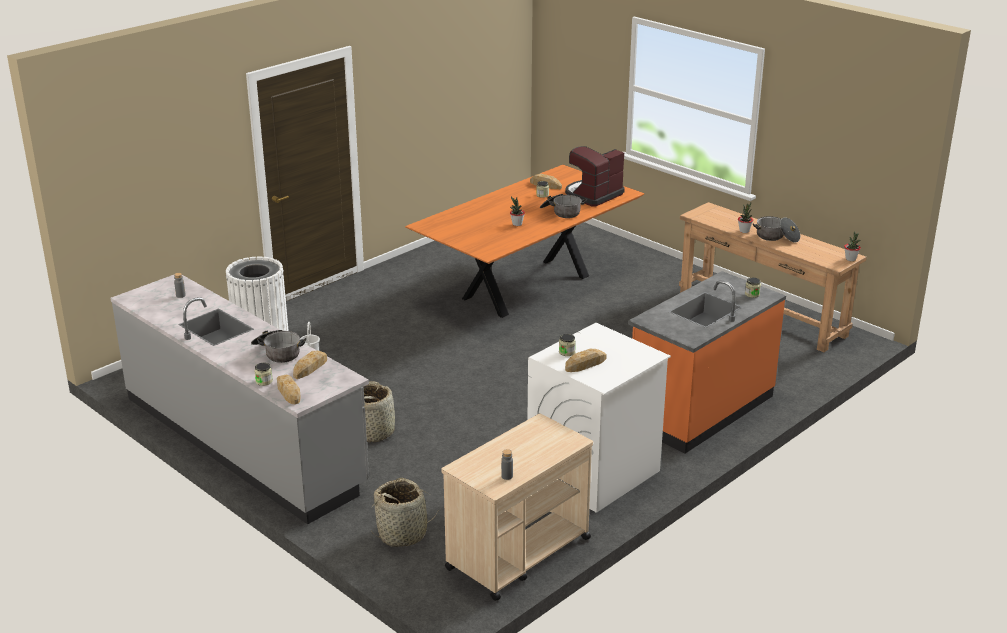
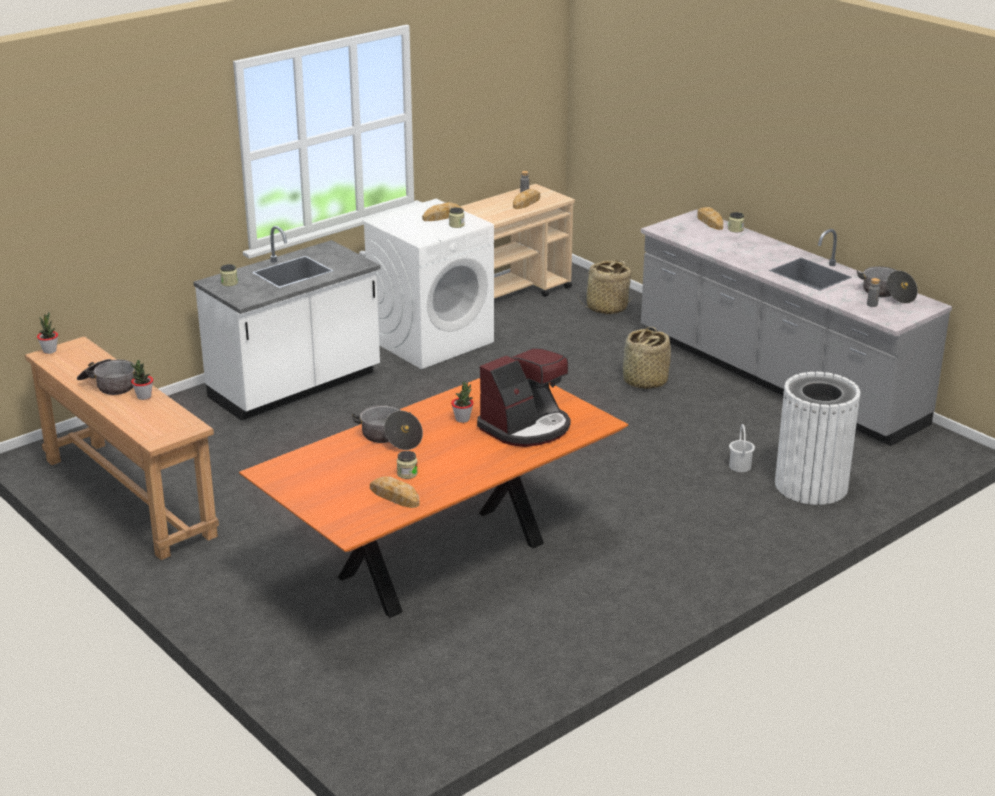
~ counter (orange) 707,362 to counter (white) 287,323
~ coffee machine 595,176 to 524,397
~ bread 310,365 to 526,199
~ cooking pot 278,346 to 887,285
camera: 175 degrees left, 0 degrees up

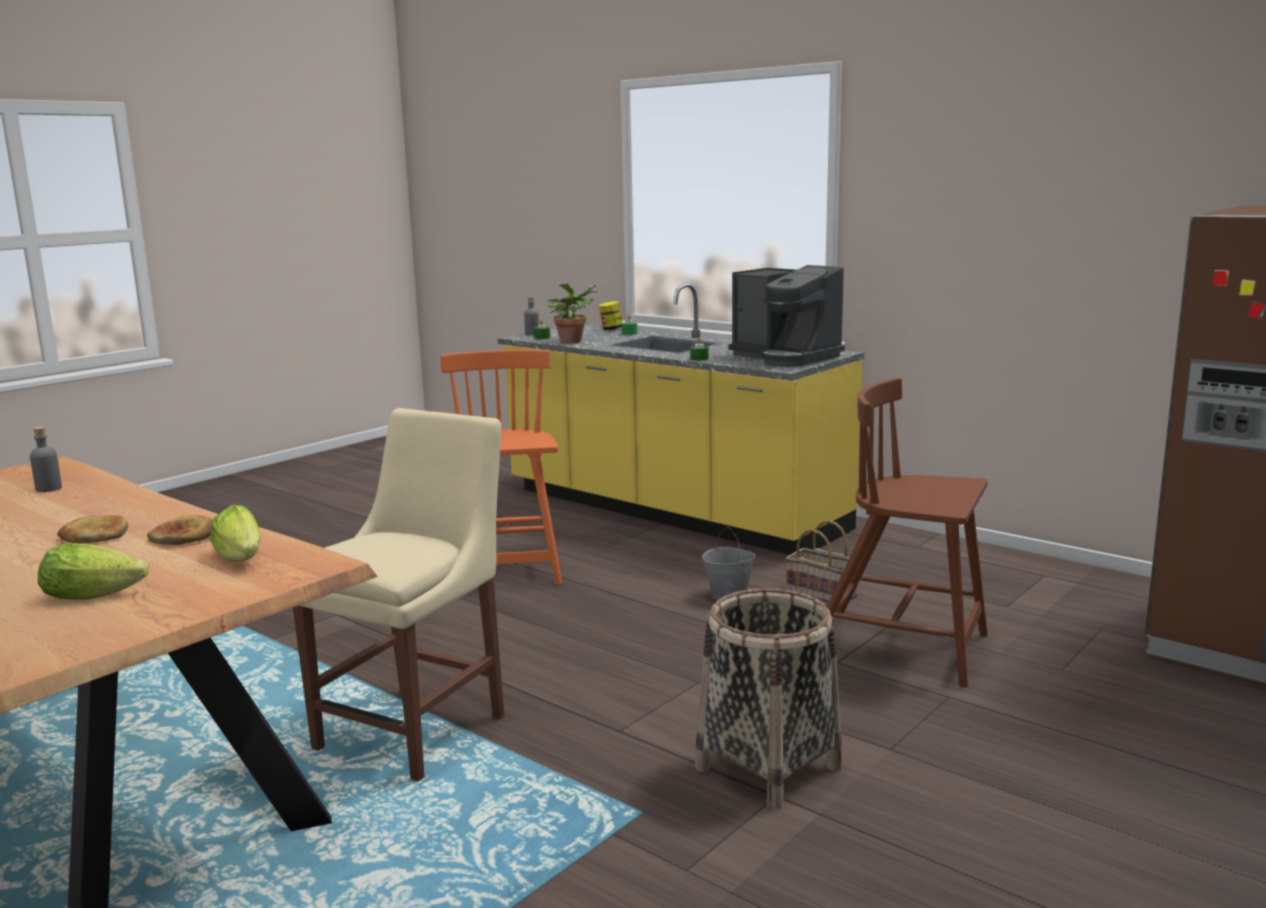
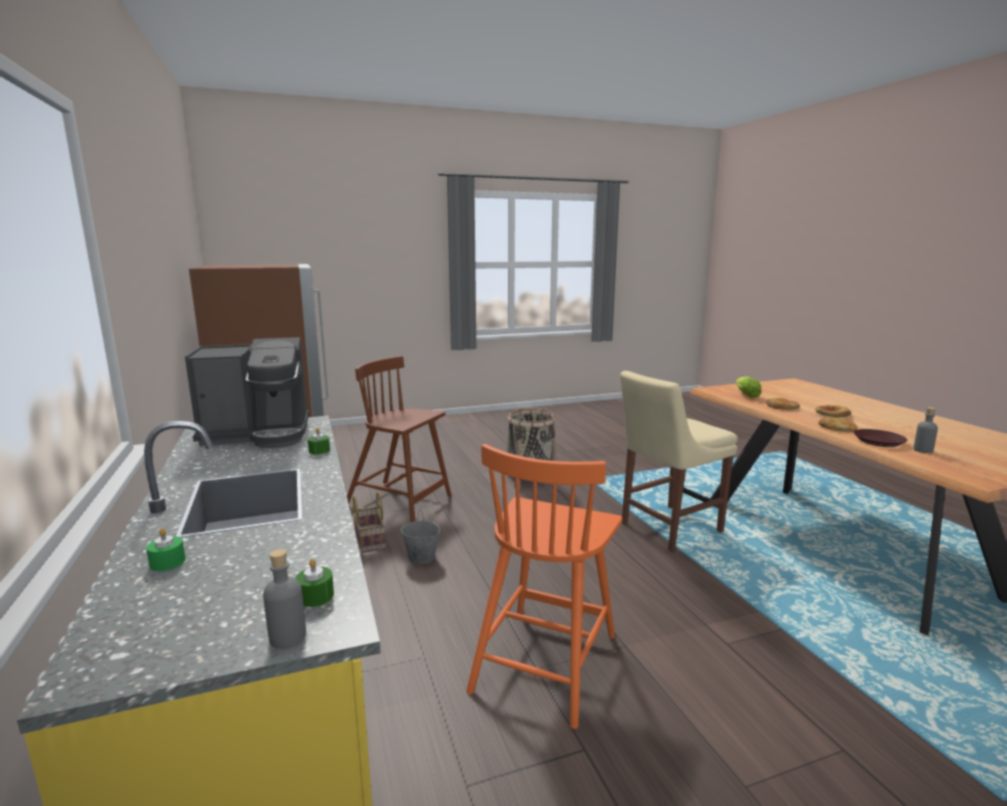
~ coffee machine 787,316 = 247,392 90 degrees clockwise
~ chair (brown) 907,532 = 399,439 150 degrees clockwise
+ bread 837,424
+ plate (brown) 880,438
- lettuce 93,571
- potted plant 573,313
- jar 611,315
camera: 150 degrees left, 0 degrees up

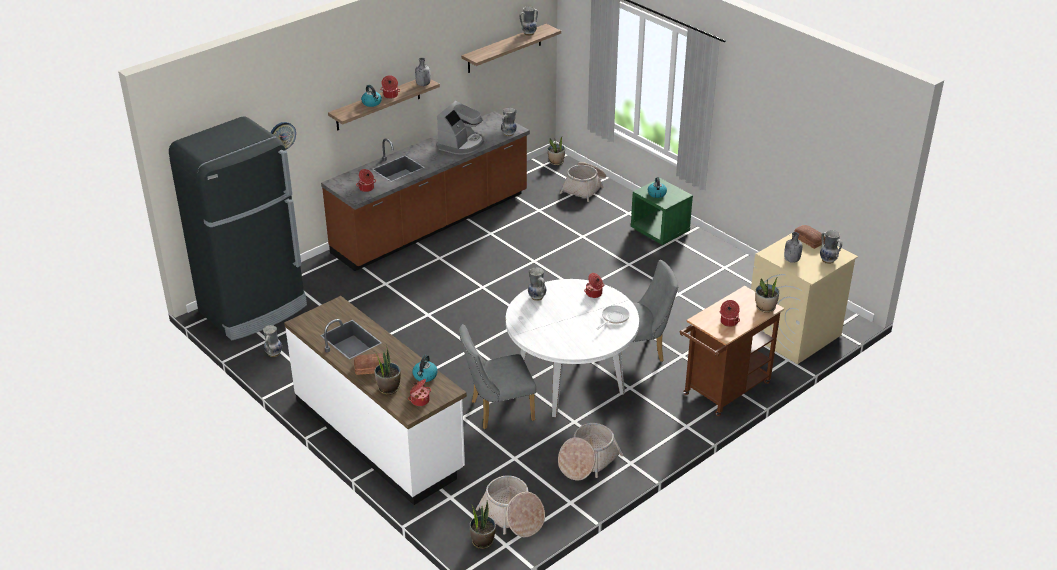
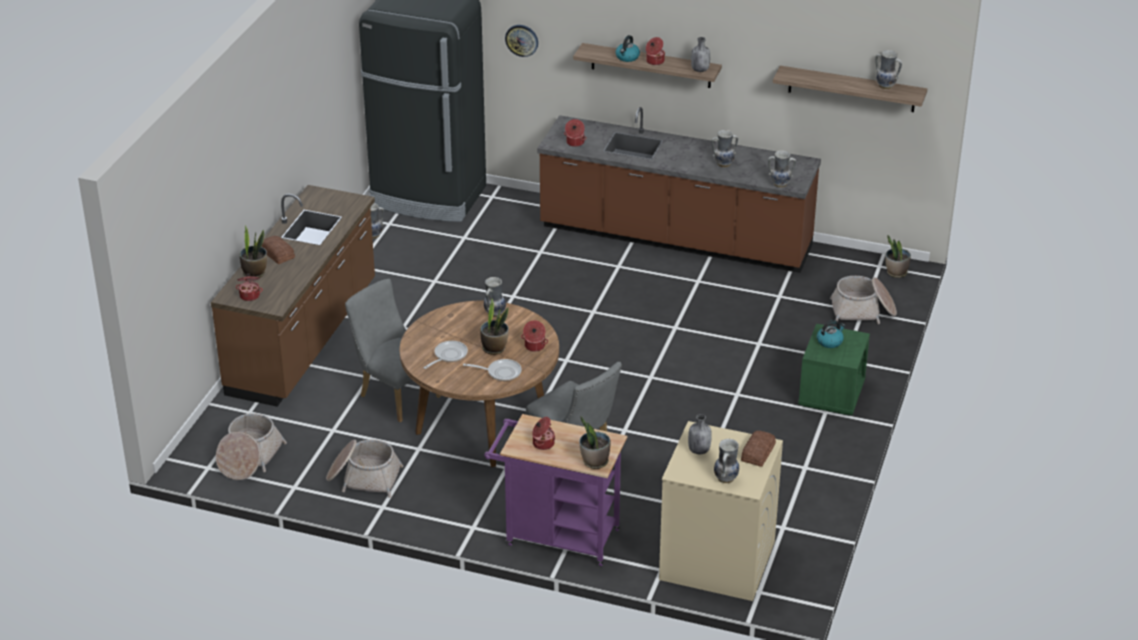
~ counter (white) 375,400 to counter (brown) 293,296
~ dining table (white) 572,348 to dining table (brown) 479,383
+ frying pan 446,355
~ potted plant 483,525 to 494,327
~ cart (brown) 732,351 to cart (purple) 555,490
~ coffee machine 460,128 to vase 724,148
- kettle 425,368
camera: 60 degrees right, 0 degrees up

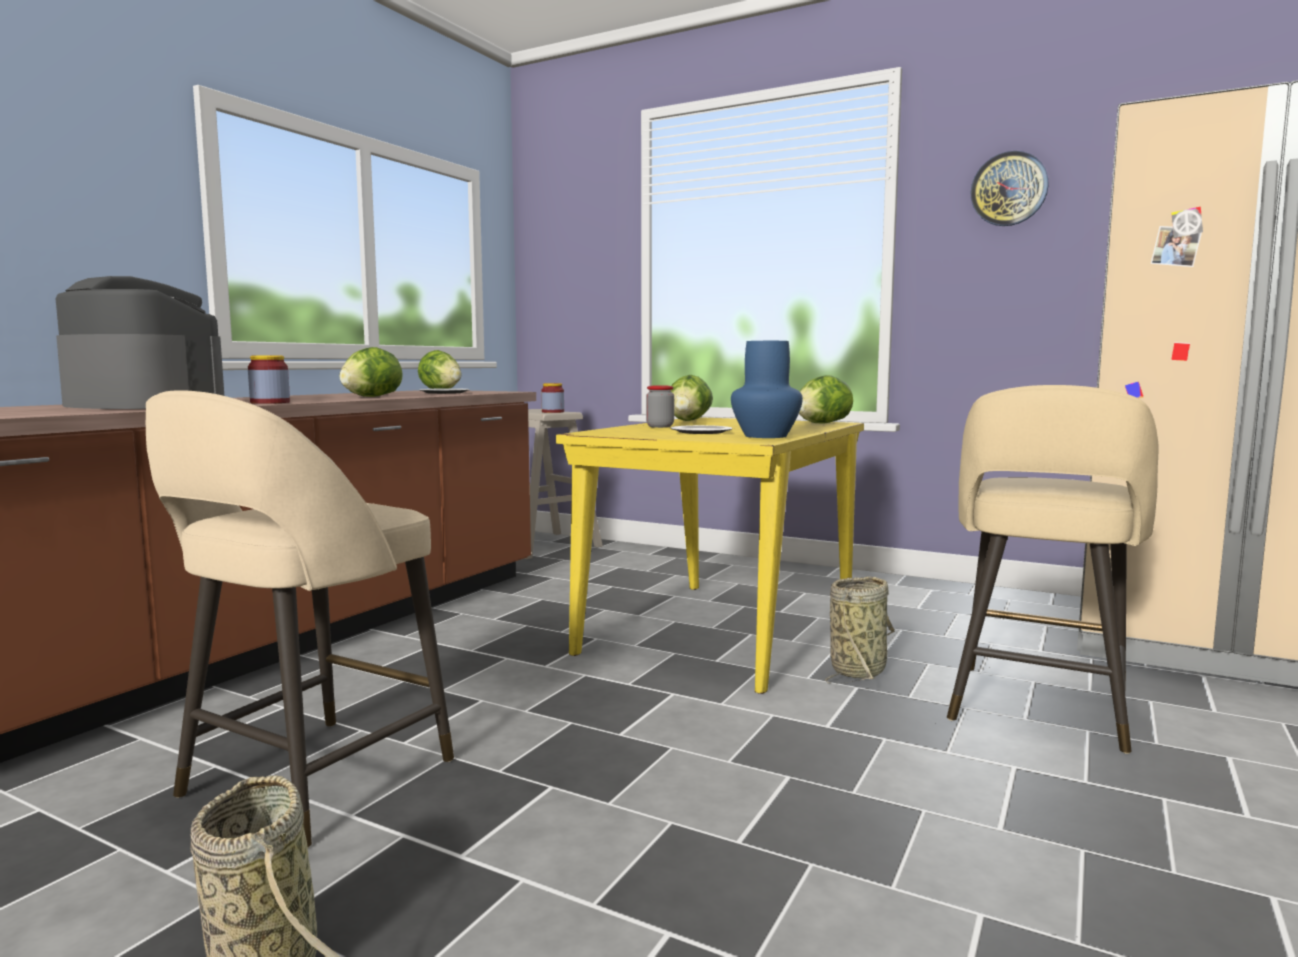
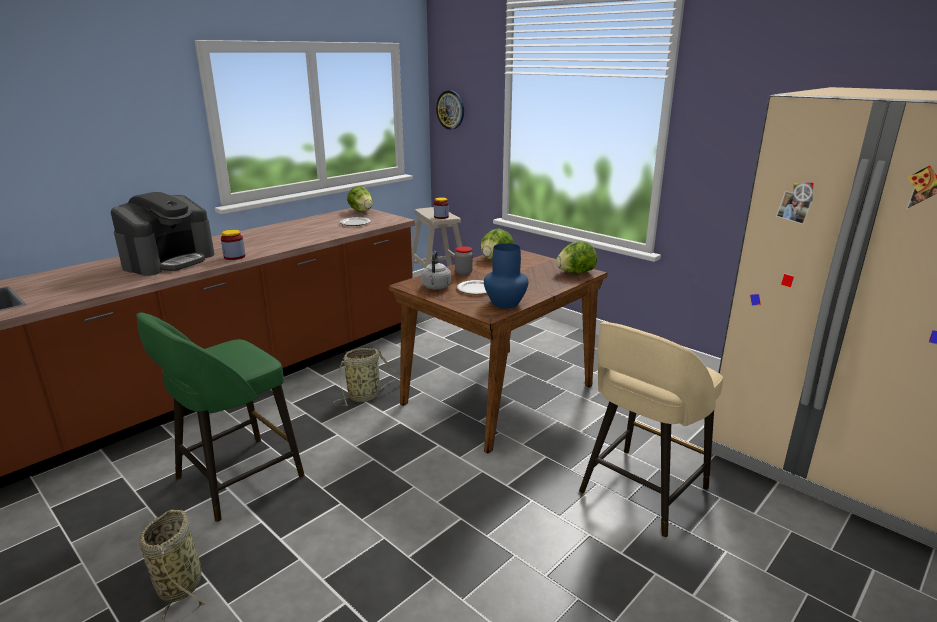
~ coffee machine 140,342 = 163,234 75 degrees clockwise
~ stool (beige) 300,619 to stool (green) 220,417
~ basket 860,630 to 366,377
~ dining table (yellow) 710,555 to dining table (brown) 497,351
+ kettle (grey) 436,270
~ wall clock 1010,188 to 450,110
- lettuce 371,372
camera: 15 degrees right, 15 degrees up

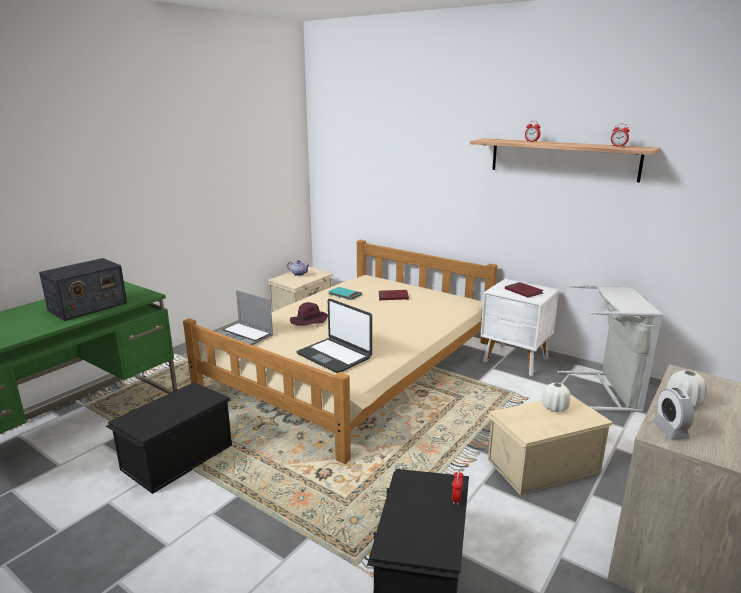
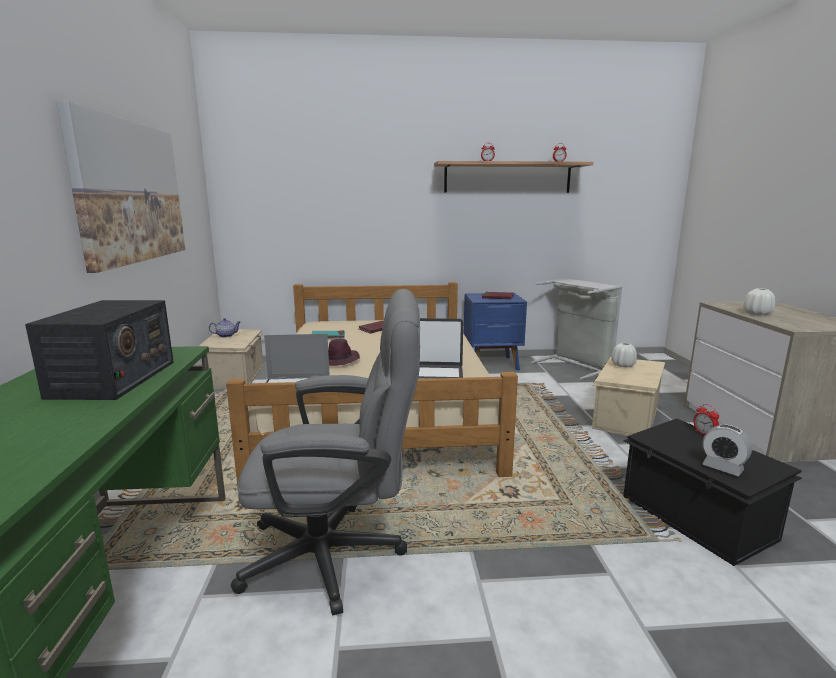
+ picture 120,187
~ storage box (black) 169,438 to office chair (grey) 325,452
~ nightstand (white) 520,327 to nightstand (blue) 495,332
~ alarm clock 673,414 to 727,450
camera: 40 degrees left, 5 degrees down

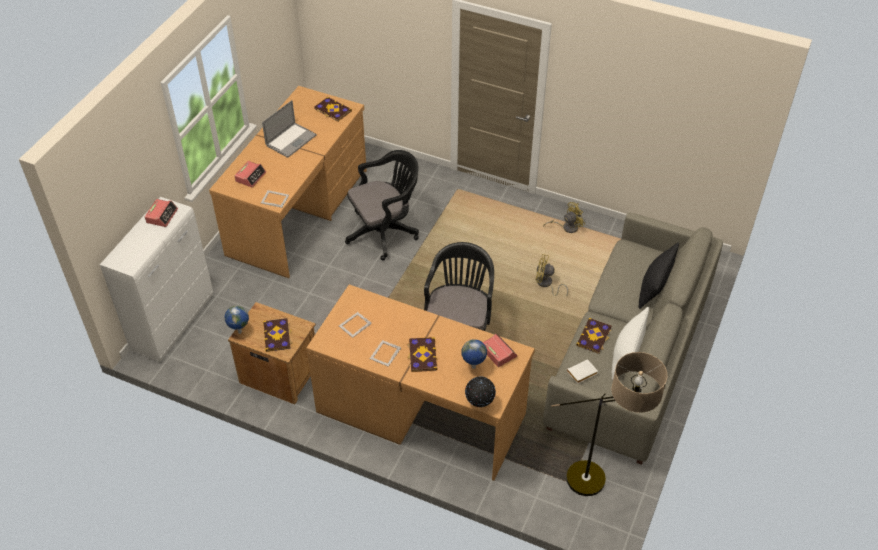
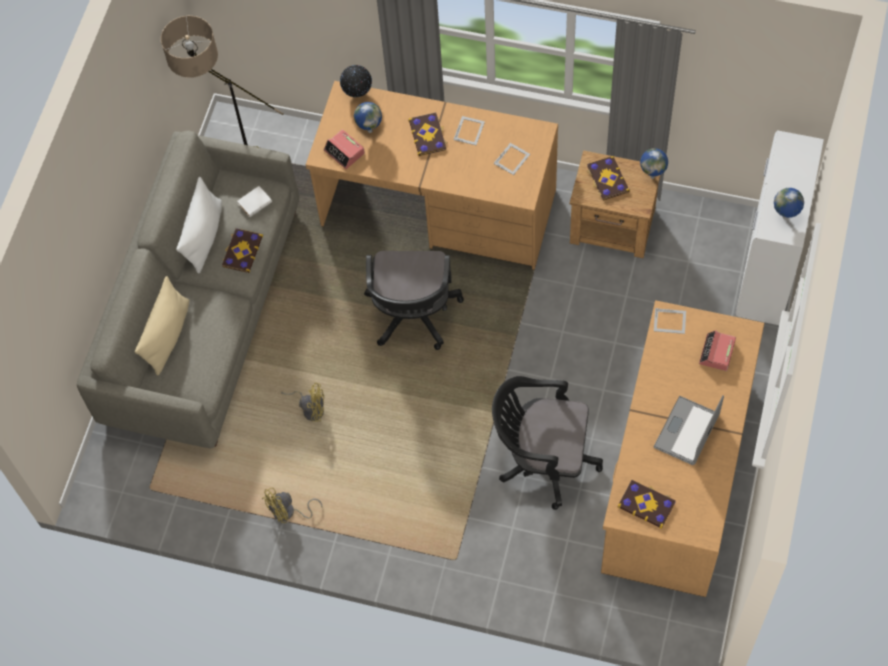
~ pillow (black) 658,275 to pillow (beige) 162,325
~ office chair (black) 382,205 = 547,443 45 degrees clockwise
~ alarm clock 161,213 to globe 789,203
camera: 175 degrees right, 15 degrees up

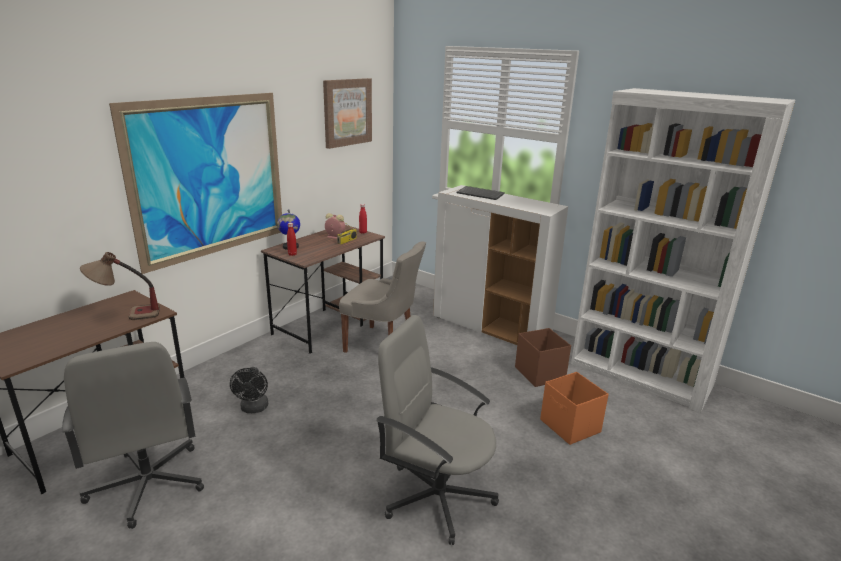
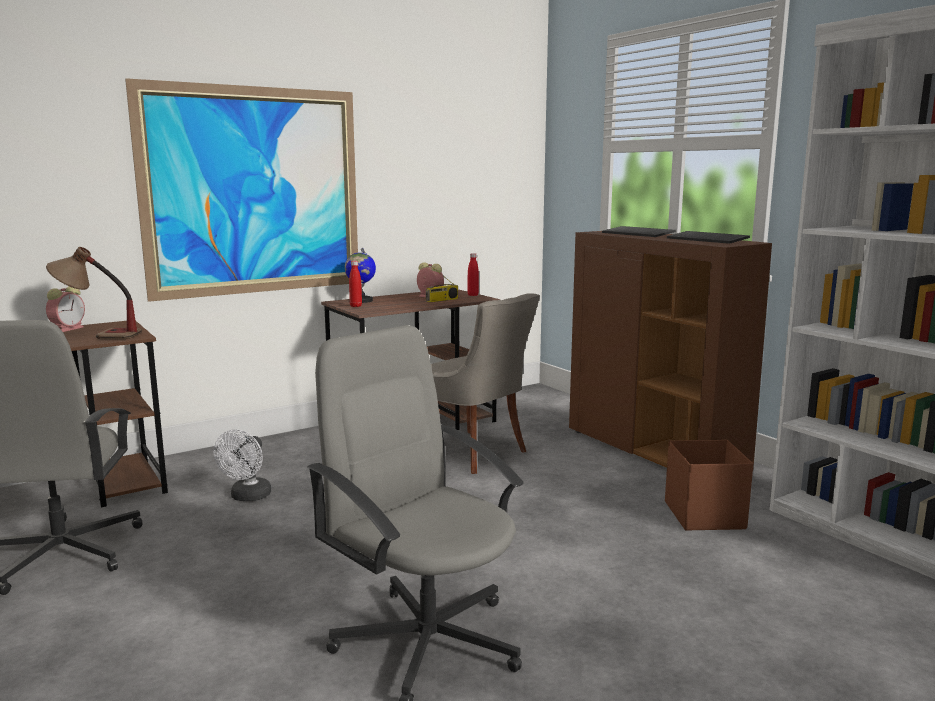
+ alarm clock 65,309
~ fan (black) 249,390 to fan (white) 242,465
~ cabinet (white) 500,265 to cabinet (brown) 670,349
+ keyboard 708,237
- picture 347,113
- storage box (orange) 574,408
camera: 20 degrees right, 10 degrees down

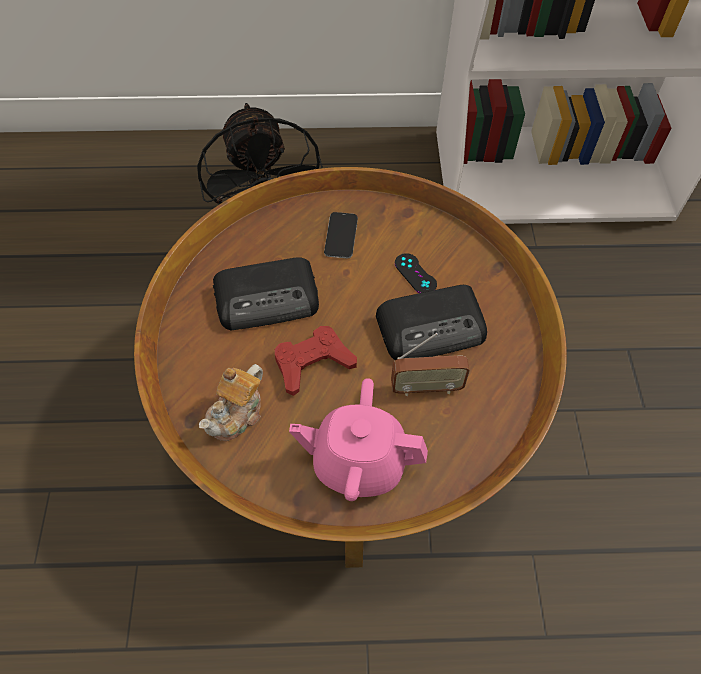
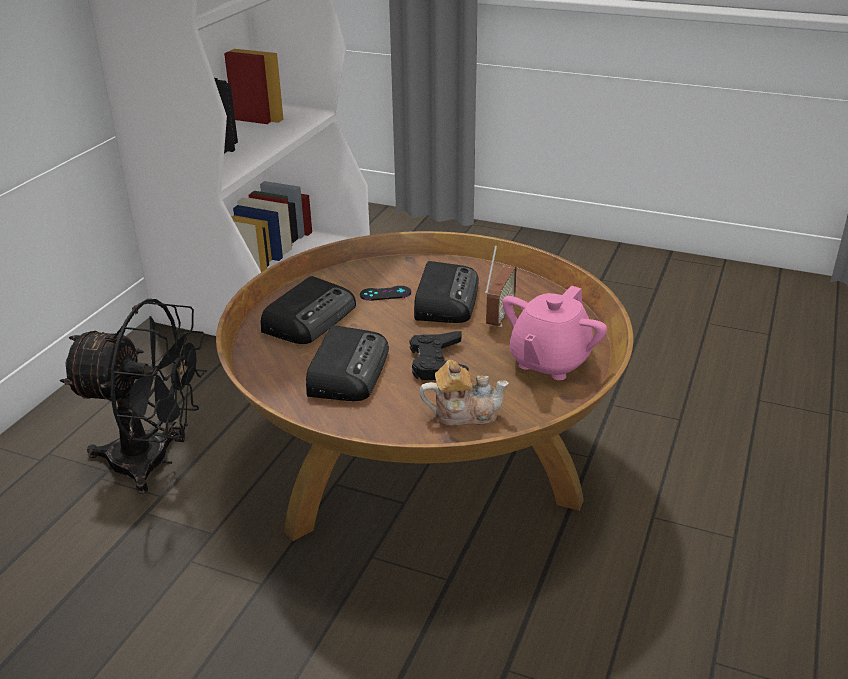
~ phone 341,235 to radio 308,310
~ game controller (red) 316,361 to game controller (black) 439,355
~ teapot 231,402 = 464,393 60 degrees counterclockwise
camera: 65 degrees left, 25 degrees down

